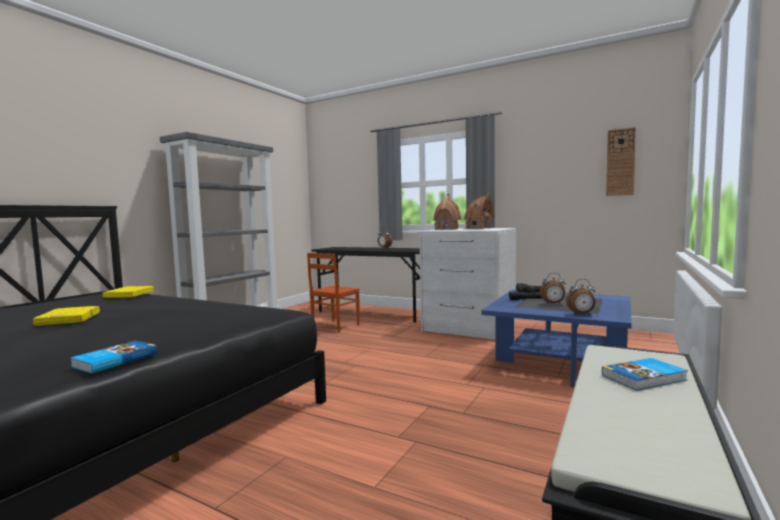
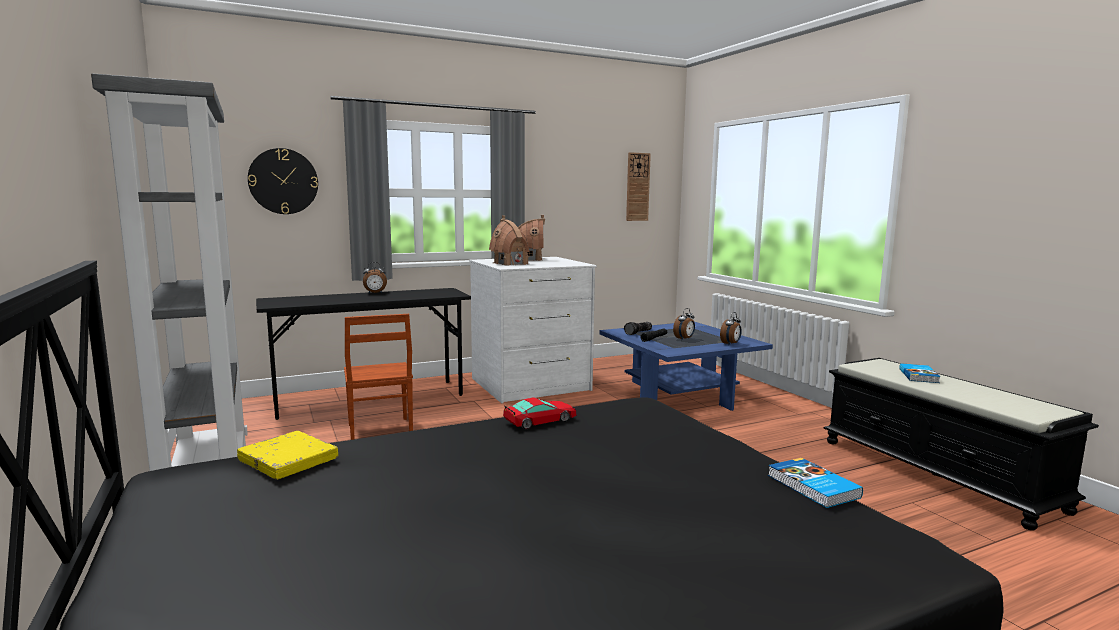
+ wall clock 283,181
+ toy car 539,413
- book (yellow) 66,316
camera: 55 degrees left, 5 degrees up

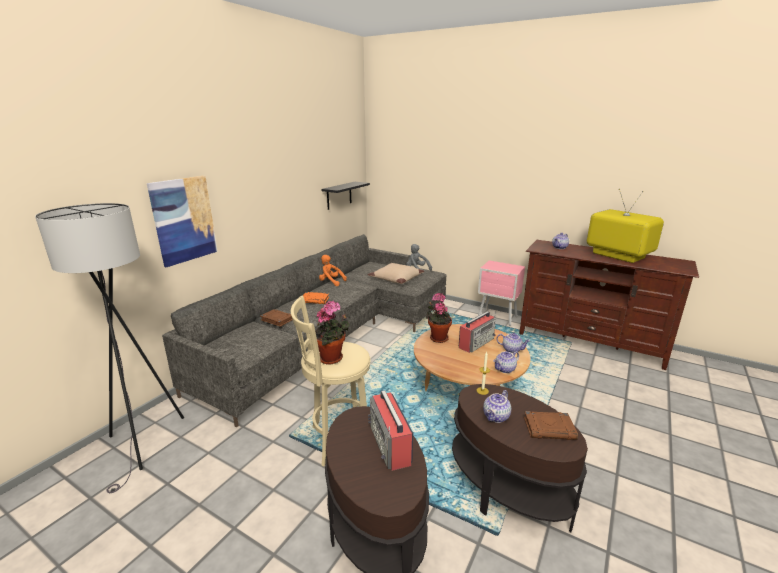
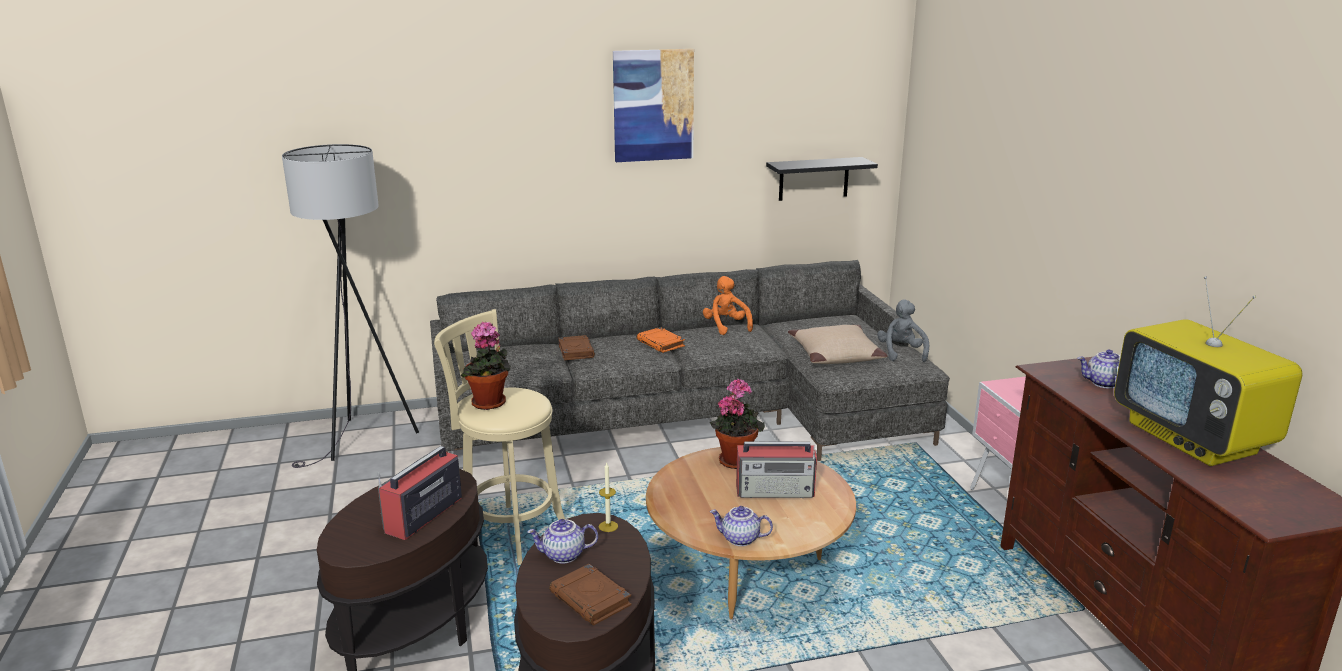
~ picture 182,221 to 653,105
~ television 625,226 = 1208,371 150 degrees clockwise
- teapot 513,343
camera: 45 degrees right, 0 degrees up

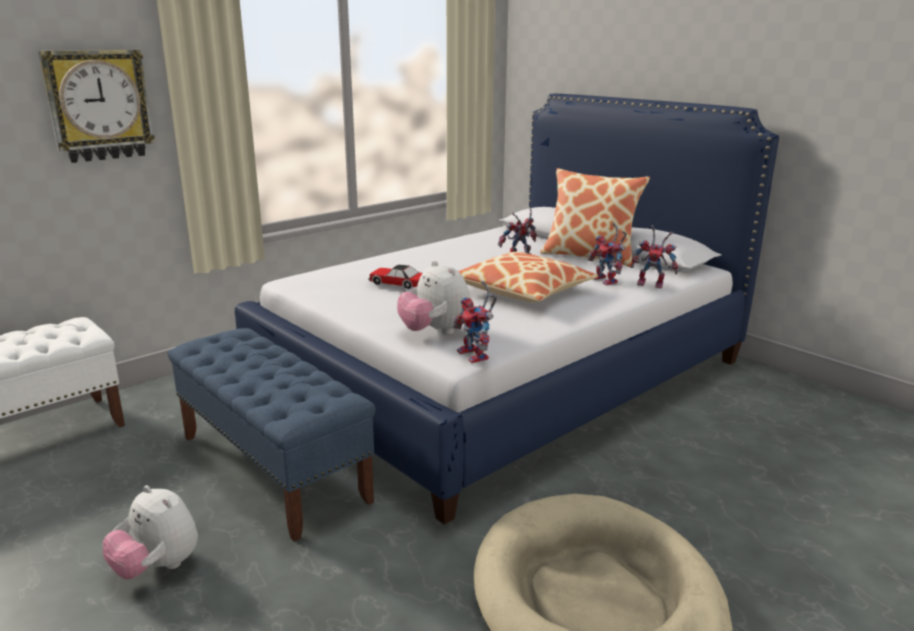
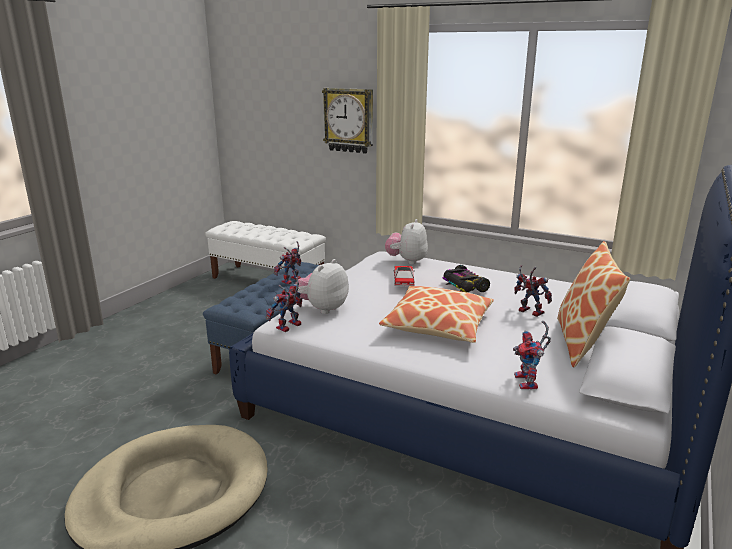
~ toy robot 607,254 to 287,262
~ plush toy 150,532 to 406,242
+ toy car 466,278
camera: 70 degrees right, 0 degrees up

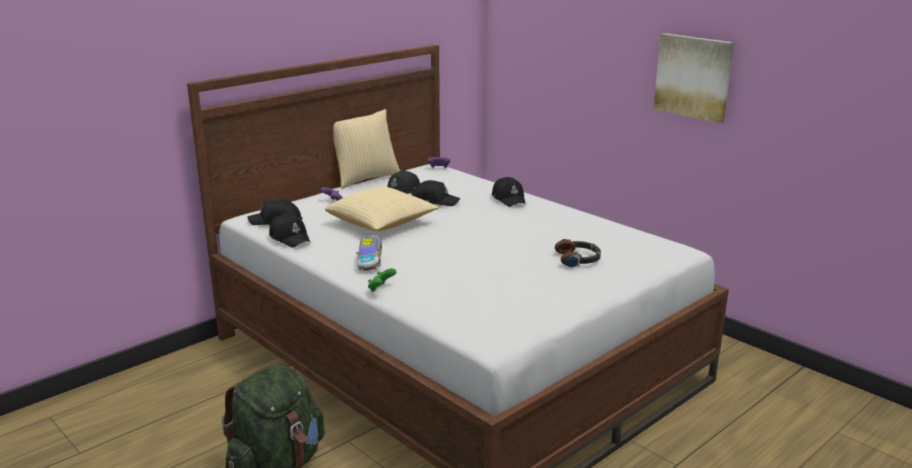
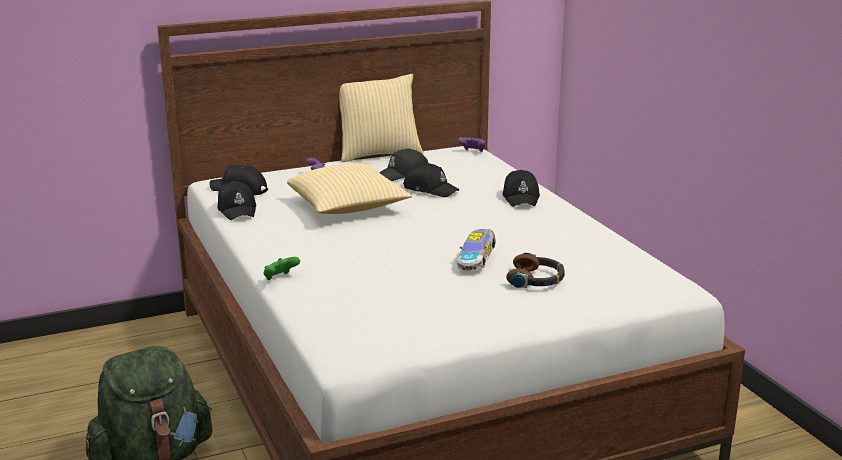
~ toy car 369,253 to 476,249
- picture 694,78
camera: 20 degrees right, 0 degrees up

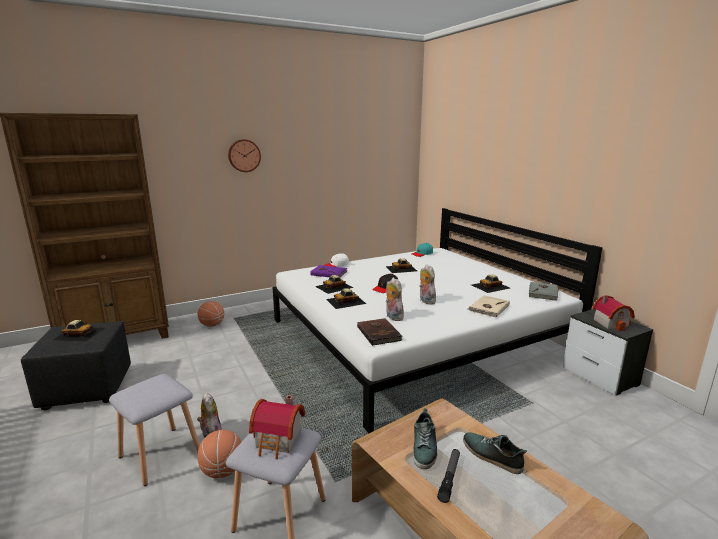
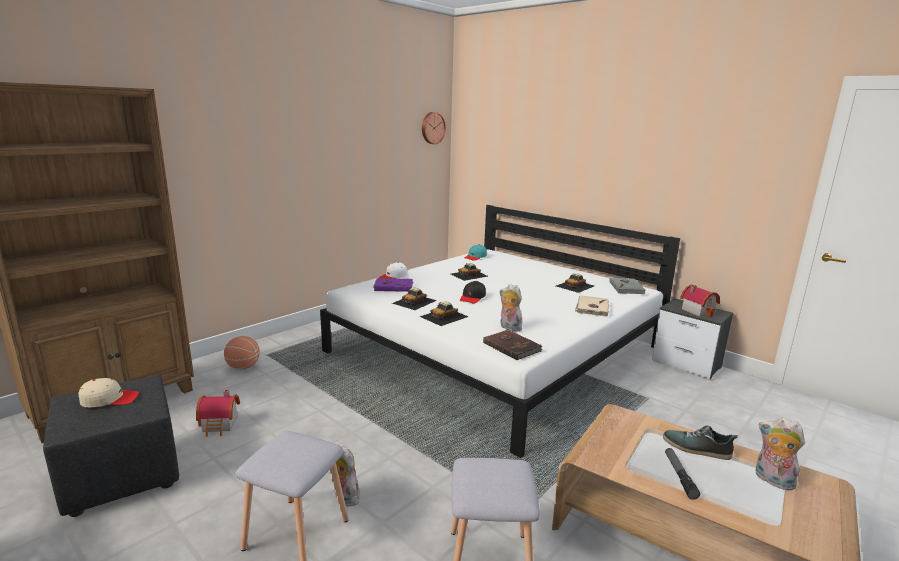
~ toy car 78,330 to cap (beige) 109,392
~ toy house 277,427 to 218,413
~ wall clock 244,155 to 434,128
~ plush toy 428,285 to 780,454
- basketball 219,454
- shoe 425,438
camera: 20 degrees left, 0 degrees up

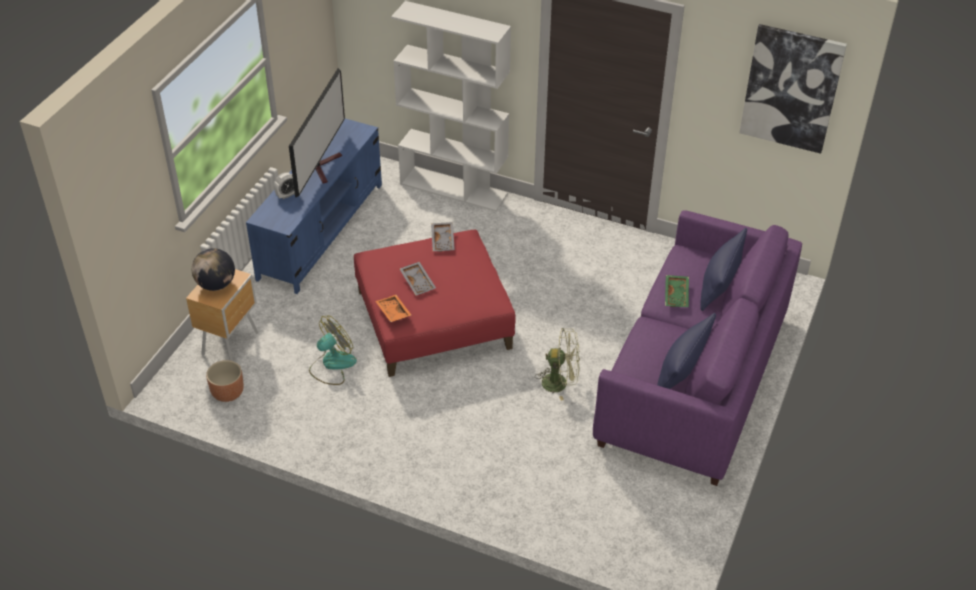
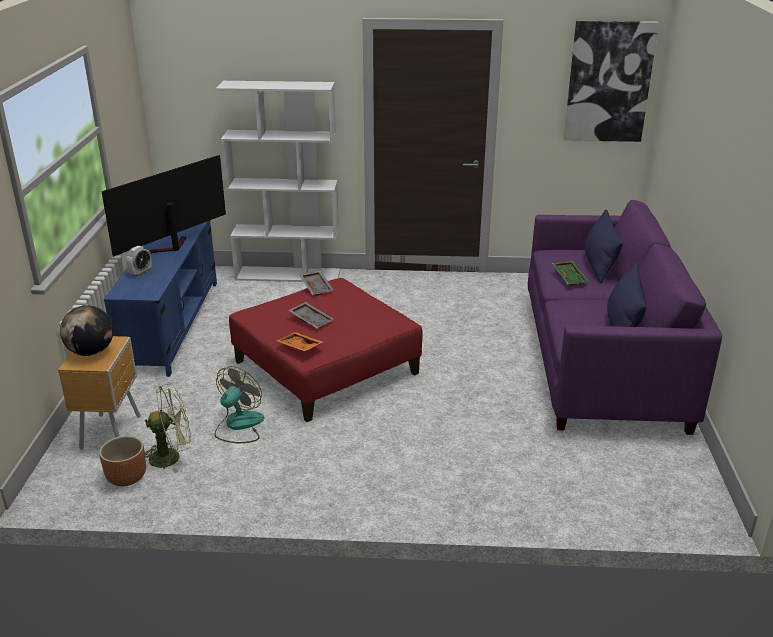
~ television 317,132 = 164,206 135 degrees counterclockwise
~ fan (green) 557,364 to 168,428
camera: 20 degrees left, 15 degrees down

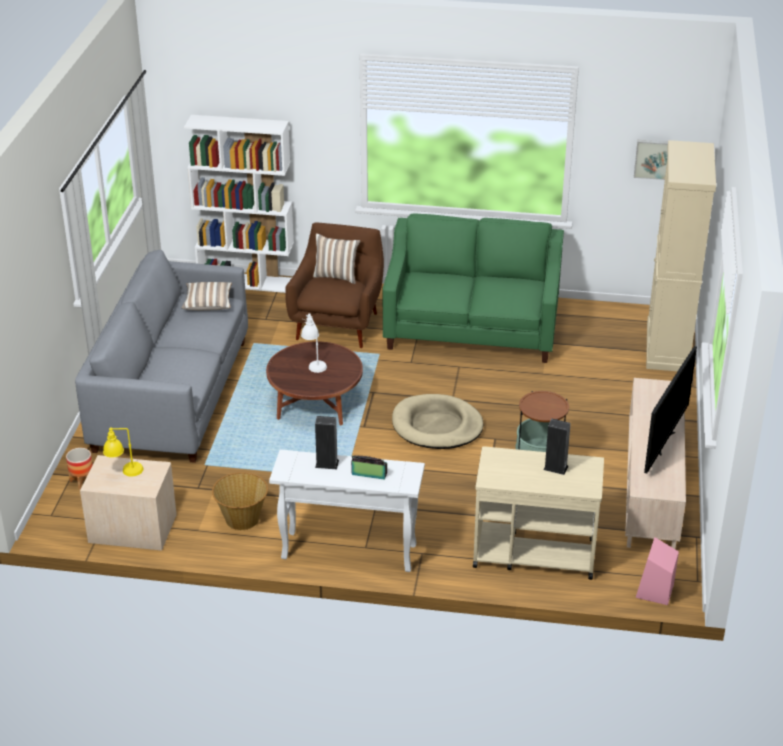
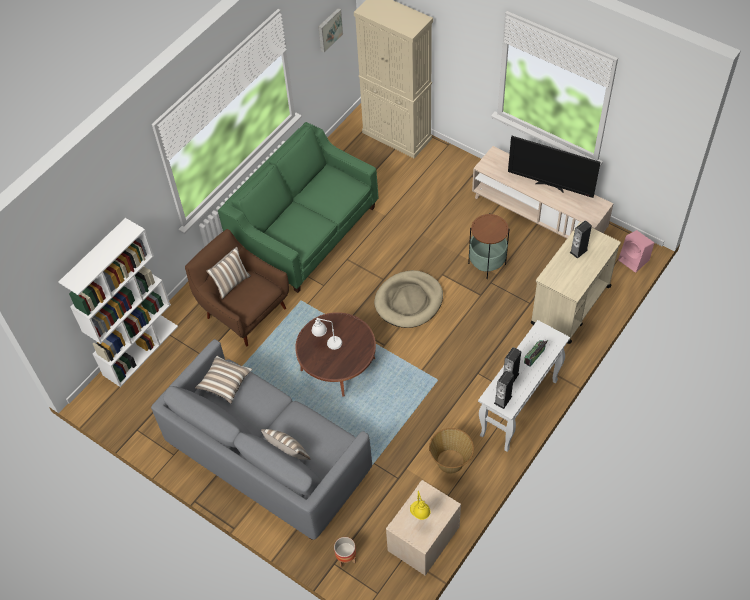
+ pillow 286,444
+ speaker 504,389
~ television 670,409 = 554,167 150 degrees clockwise
camera: 60 degrees left, 20 degrees up

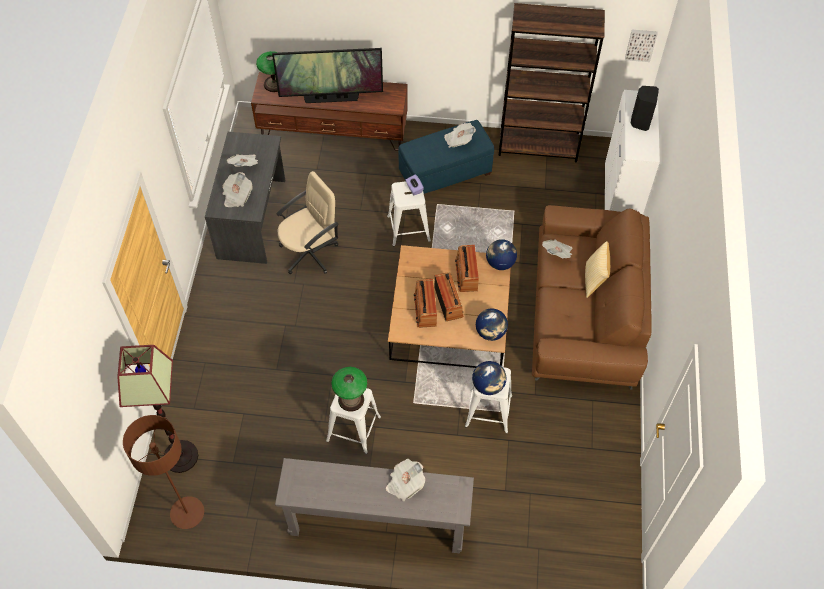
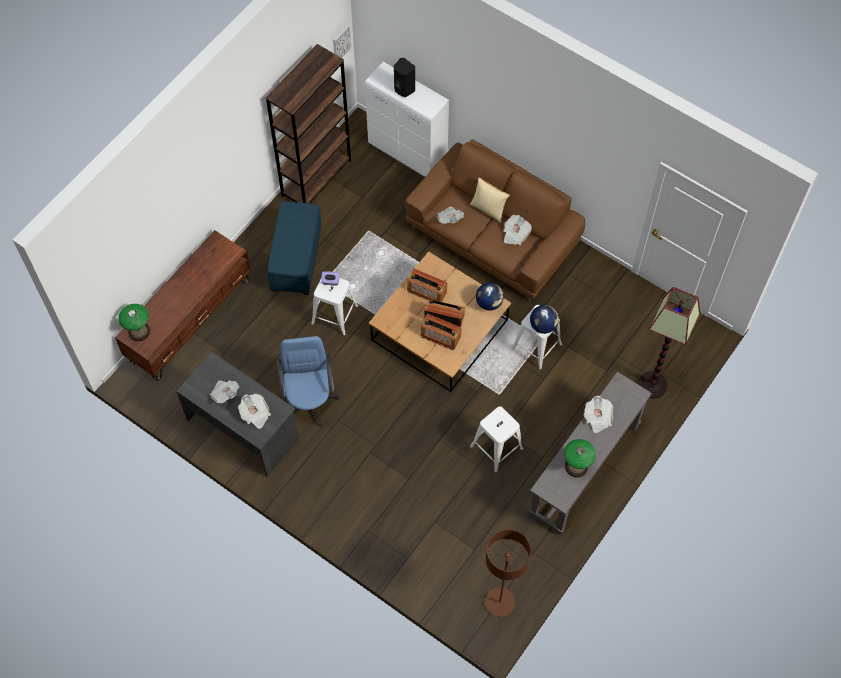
~ office chair (beige) 308,222 to office chair (blue) 308,381
~ newspaper 460,135 to 517,230
~ table lamp 349,389 to 580,458
~ floor lamp 157,409 to 669,342
- television 327,75
- globe 501,254
camera: 60 degrees left, 5 degrees up

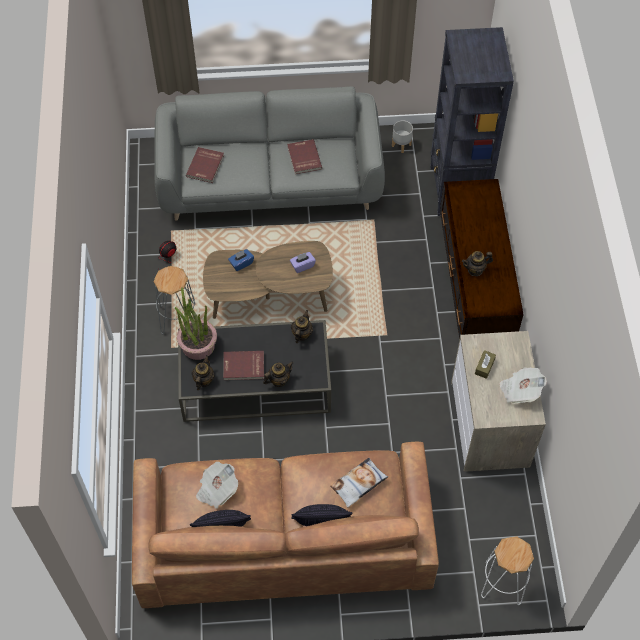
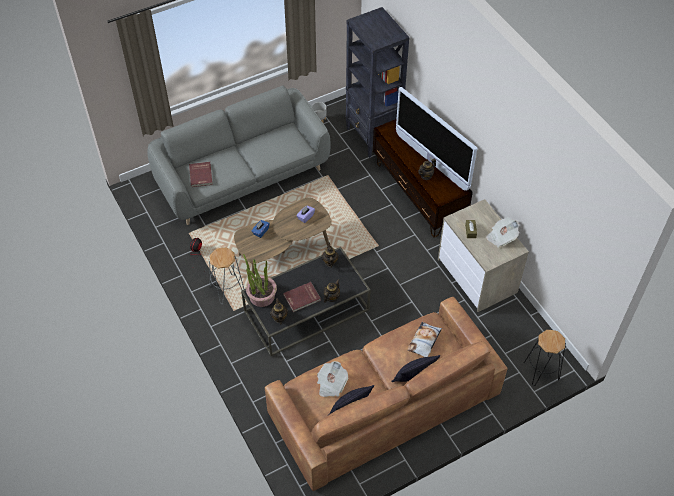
+ television 436,139
~ stool (white) 507,570 to stool (black) 545,358
- book (red) 304,156
camera: 25 degrees left, 5 degrees down

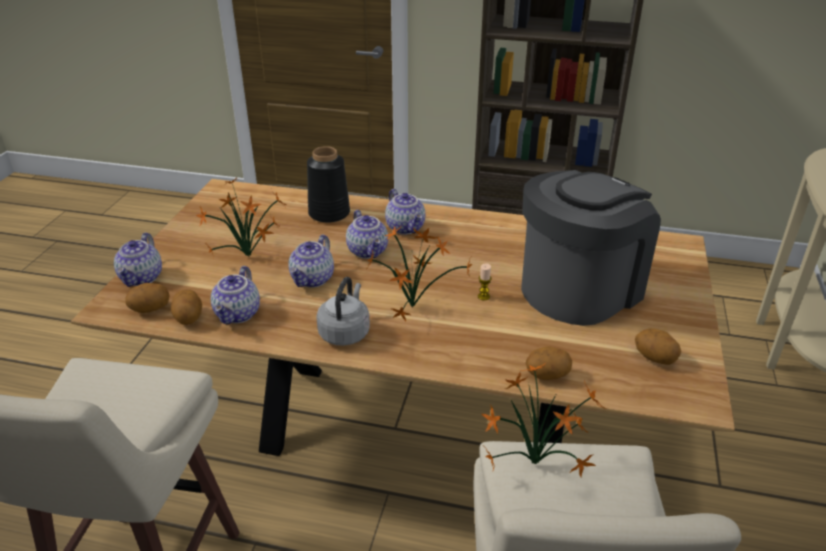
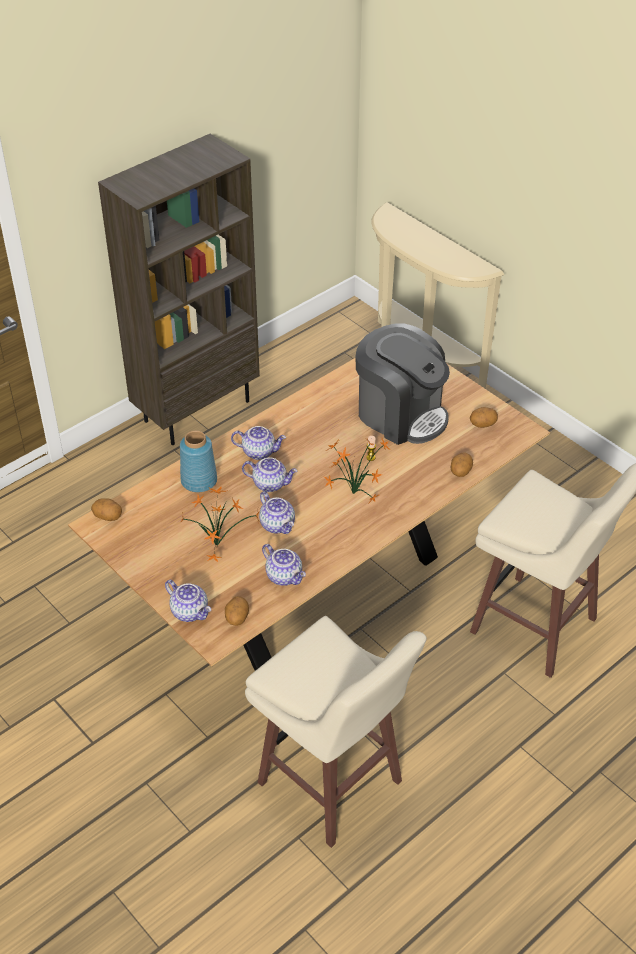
~ potato 186,307 to 106,509
~ vase (black) 328,184 to vase (blue) 198,461
~ coffee machine 591,248 = 403,384 135 degrees clockwise
- kettle (grey) 343,311
- potted plant 543,420
camera: 55 degrees left, 10 degrees up

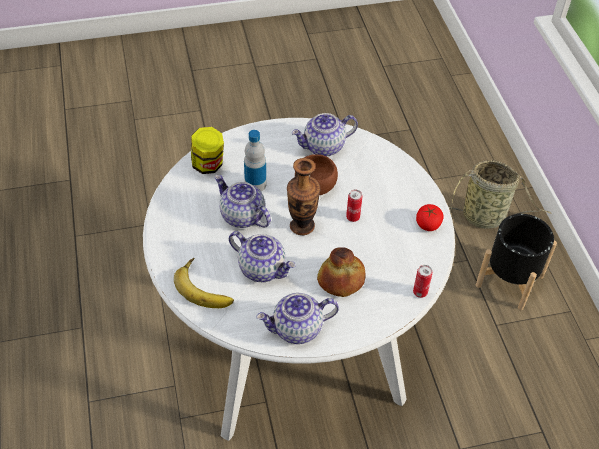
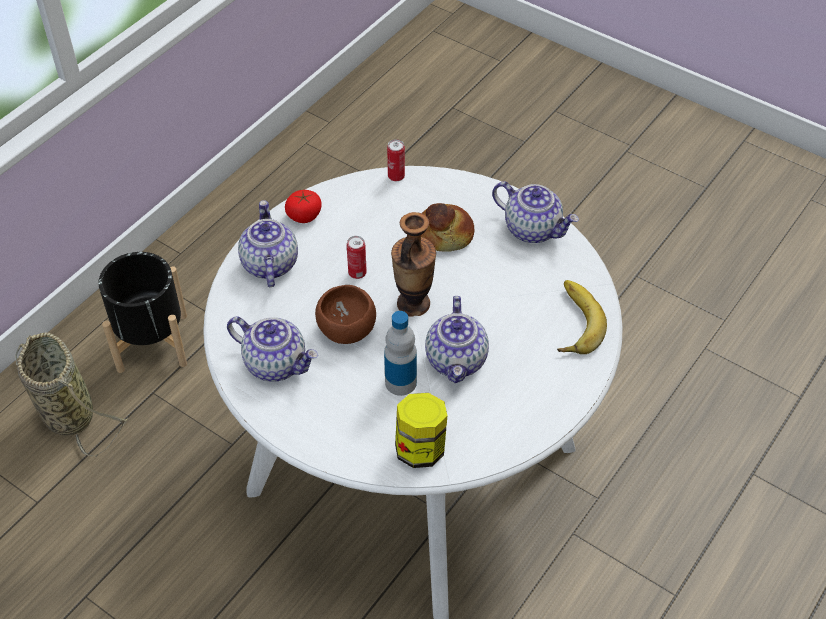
~ teapot 262,256 to 268,243
camera: 130 degrees left, 0 degrees up

